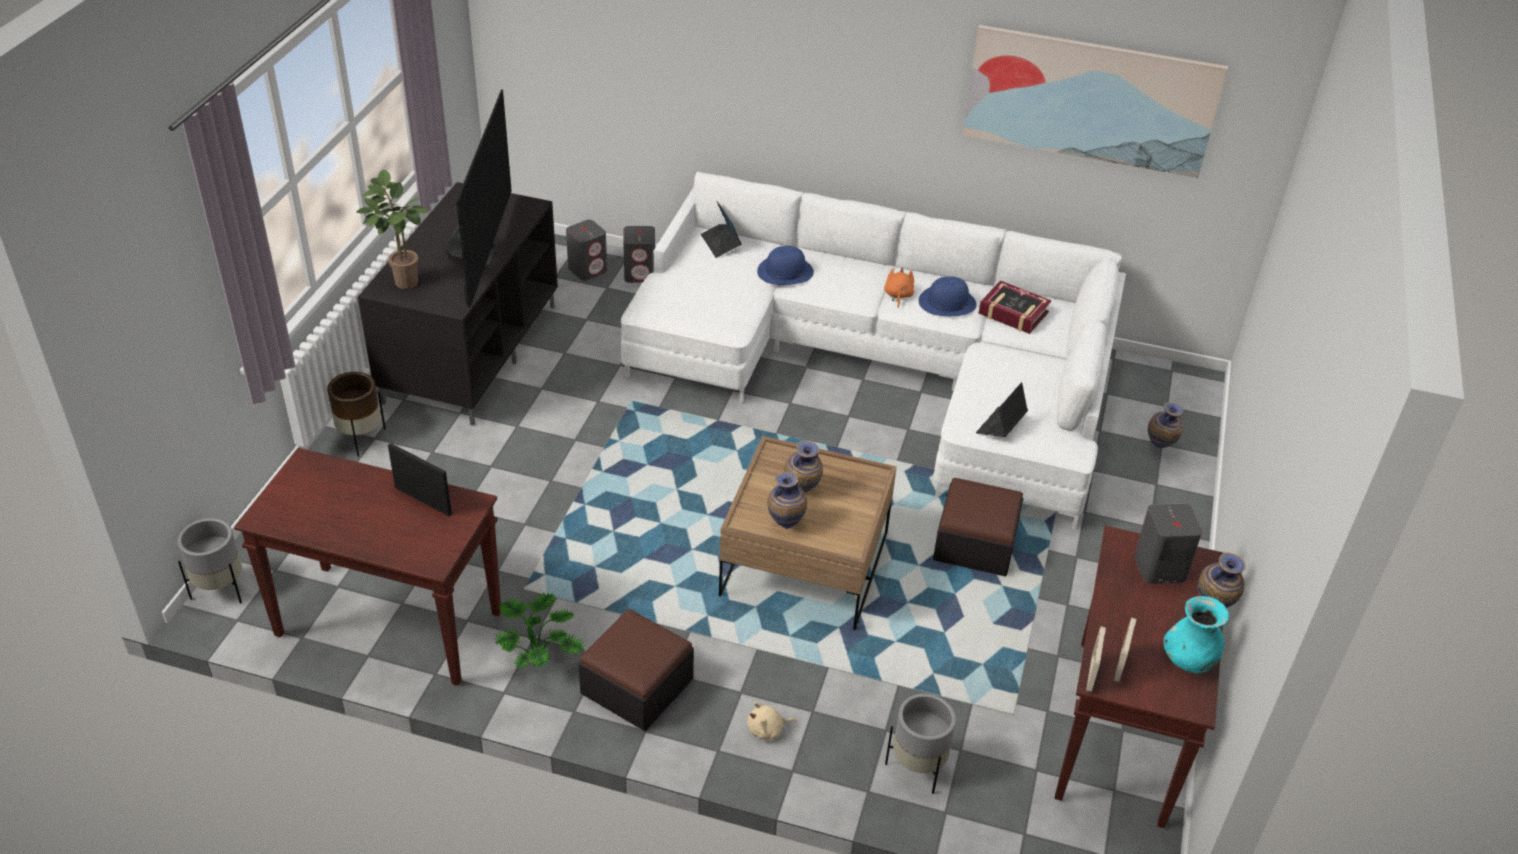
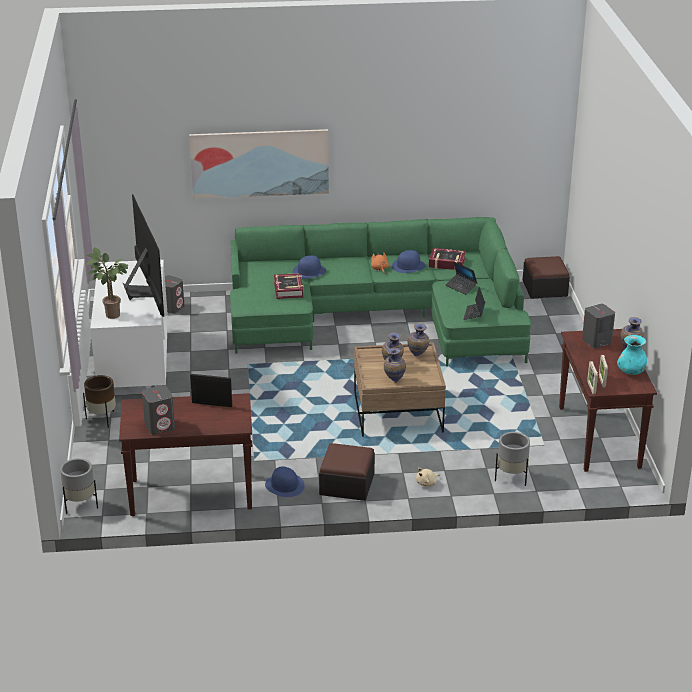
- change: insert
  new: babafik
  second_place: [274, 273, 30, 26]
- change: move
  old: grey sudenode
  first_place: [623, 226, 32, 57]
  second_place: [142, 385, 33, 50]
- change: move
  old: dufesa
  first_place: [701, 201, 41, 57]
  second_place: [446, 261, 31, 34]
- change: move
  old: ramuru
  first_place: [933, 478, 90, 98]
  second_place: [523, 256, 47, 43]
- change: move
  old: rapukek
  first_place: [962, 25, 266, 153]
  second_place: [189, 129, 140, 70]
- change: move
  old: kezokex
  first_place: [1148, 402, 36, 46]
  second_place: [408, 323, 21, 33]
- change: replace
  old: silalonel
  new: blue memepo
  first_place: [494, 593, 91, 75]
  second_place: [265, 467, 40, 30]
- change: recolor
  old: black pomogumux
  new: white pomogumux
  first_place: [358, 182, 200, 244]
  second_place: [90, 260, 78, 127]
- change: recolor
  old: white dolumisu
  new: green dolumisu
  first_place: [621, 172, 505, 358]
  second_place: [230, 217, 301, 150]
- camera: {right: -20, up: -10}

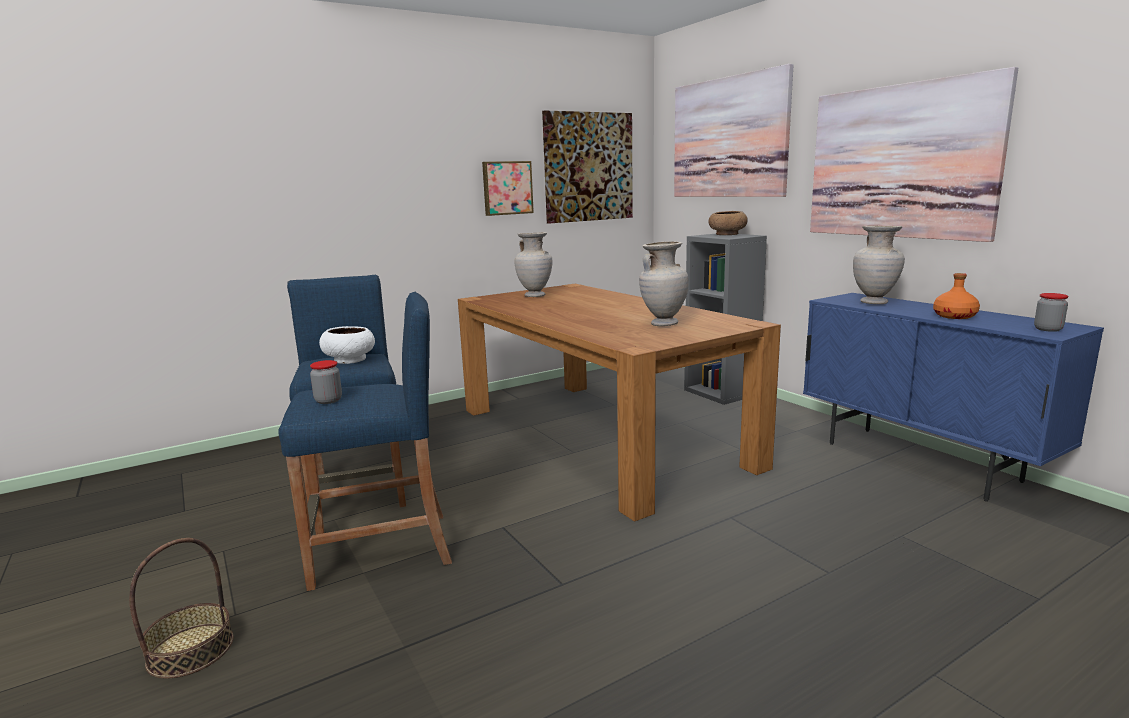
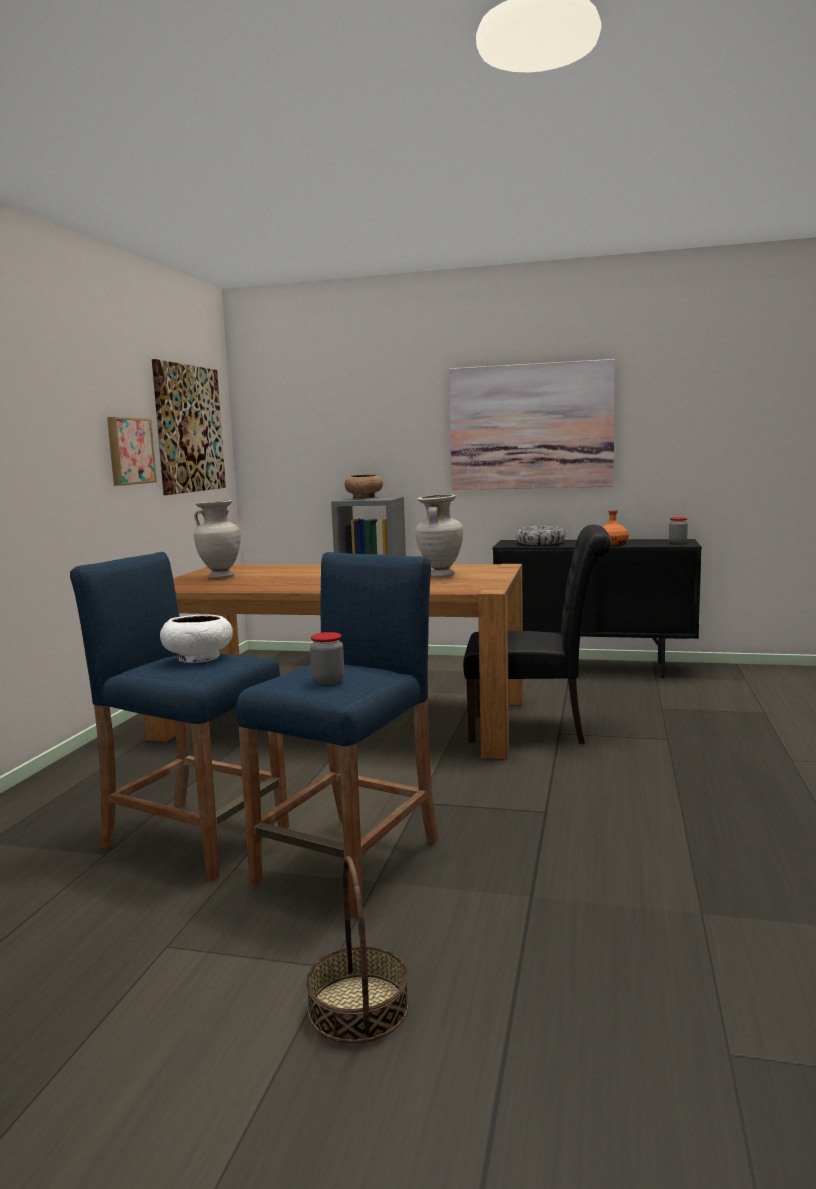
- change: delete
  old: rapukek
  first_place: [674, 64, 119, 133]
- change: insert
  new: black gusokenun
  second_place: [463, 525, 148, 219]
- change: replace
  old: beige kezokex
  new: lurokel
  first_place: [853, 226, 52, 78]
  second_place: [516, 526, 50, 19]
- change: recolor
  old: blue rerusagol
  new: black rerusagol
  first_place: [803, 293, 301, 209]
  second_place: [493, 539, 209, 139]
- camera: {right: -45, up: -5}

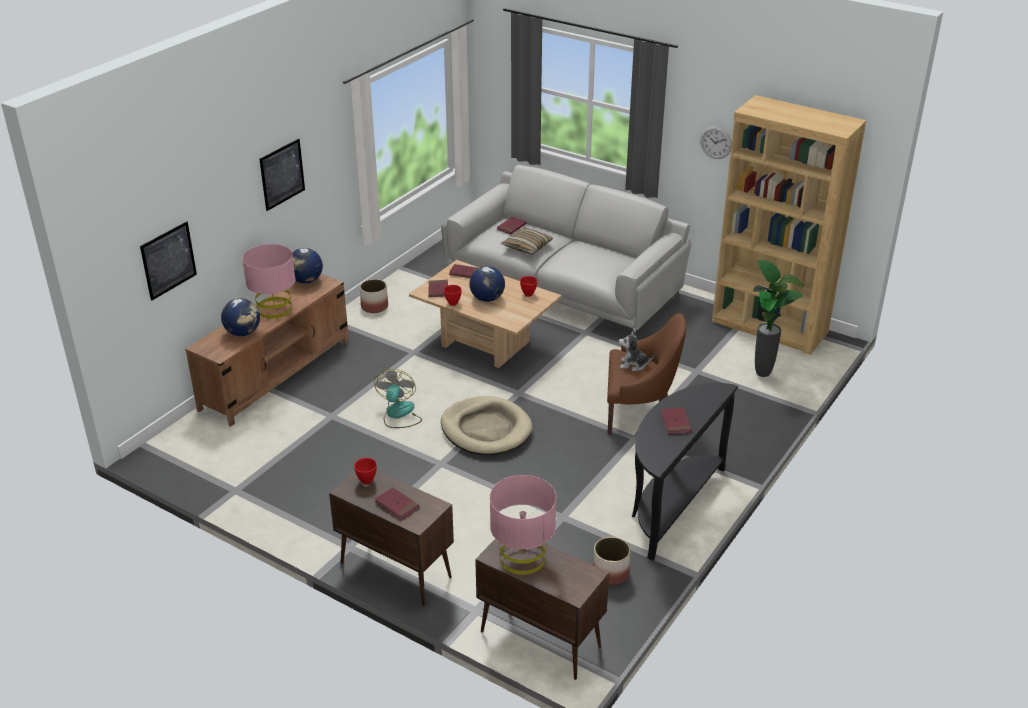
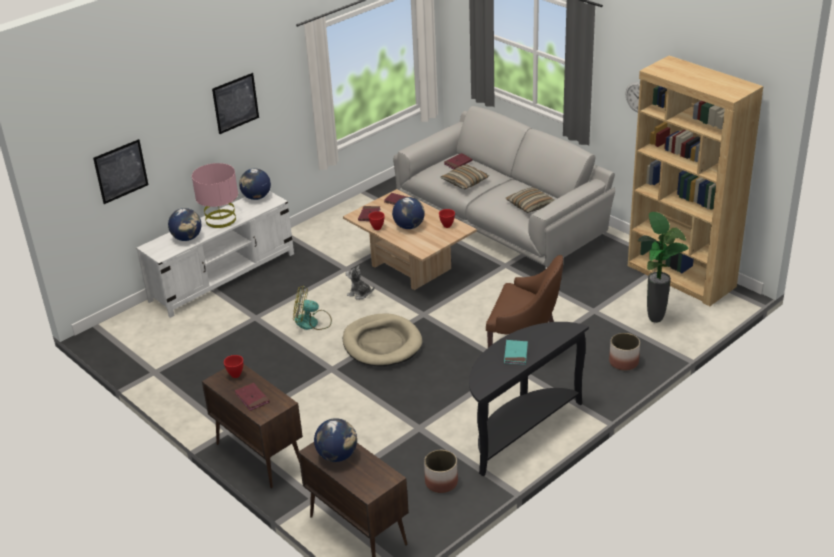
- change: insert
  new: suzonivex
  second_place: [506, 187, 48, 26]
- change: move
  old: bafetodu
  first_place: [360, 279, 28, 34]
  second_place: [609, 333, 31, 38]
- change: move
  old: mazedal
  first_place: [619, 331, 35, 40]
  second_place: [346, 265, 28, 34]
- change: replace
  old: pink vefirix
  new: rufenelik
  first_place: [490, 475, 66, 100]
  second_place: [314, 418, 43, 44]
- change: recolor
  old: brown pomogumux
  new: white pomogumux
  first_place: [185, 274, 164, 153]
  second_place: [136, 191, 158, 127]
- change: recolor
  old: red babafik
  new: turquoise babafik
  first_place: [661, 408, 31, 26]
  second_place: [504, 340, 24, 25]
- change: rotate
  old: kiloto
  first_place: [374, 369, 48, 59]
  second_place: [293, 286, 39, 44]
  degrees: -105
- camera: {right: 15, up: 0}

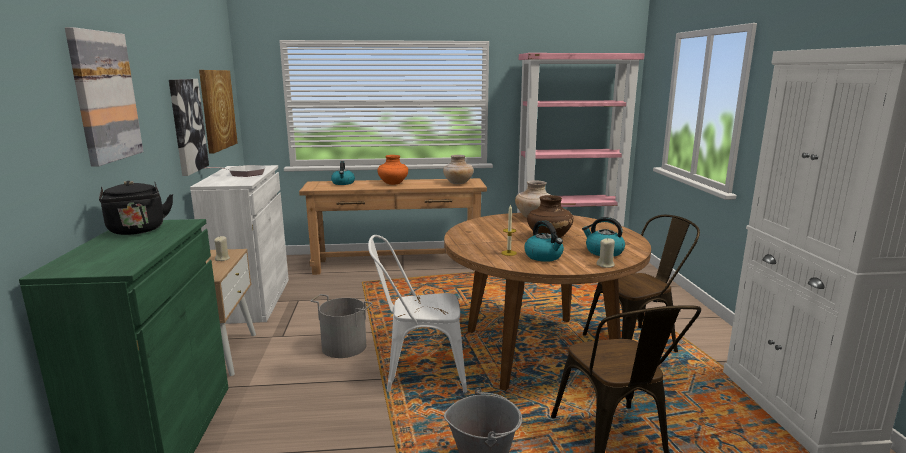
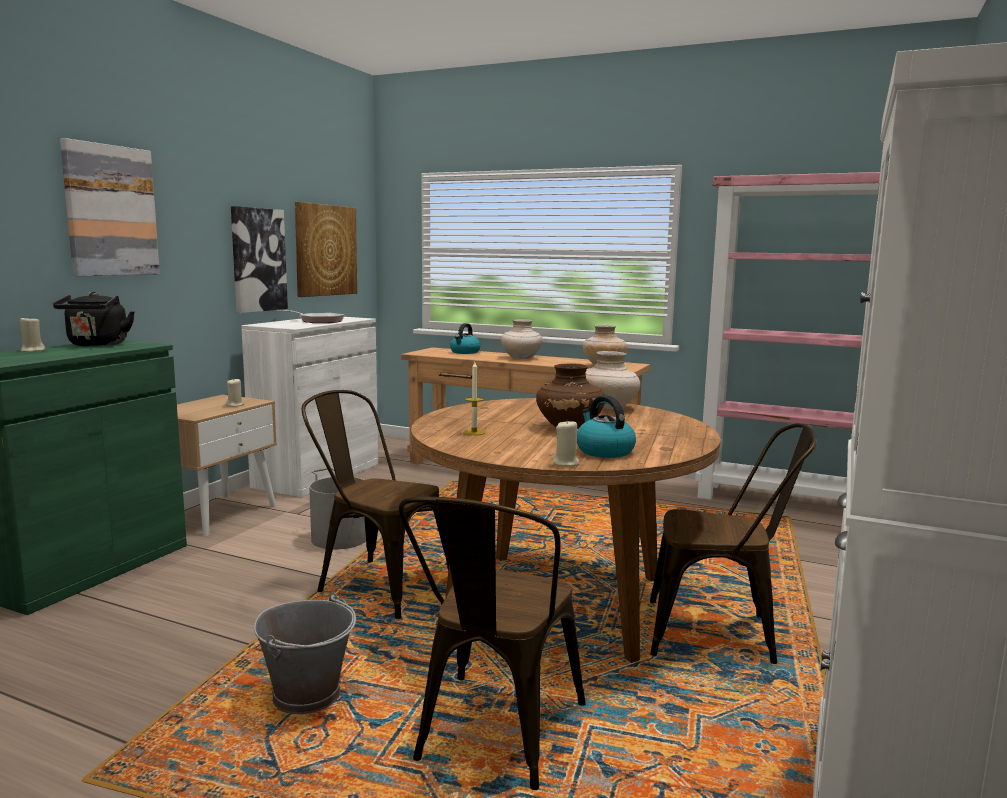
- change: delete
  old: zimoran
  first_place: [524, 220, 40, 42]
- change: insert
  new: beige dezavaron
  second_place: [20, 316, 25, 36]
- change: recolor
  old: white gusokenun
  new: brown gusokenun
  first_place: [368, 235, 99, 158]
  second_place: [301, 390, 148, 229]
- change: recolor
  old: orange kezokex
  new: beige kezokex
  first_place: [377, 155, 31, 30]
  second_place: [501, 319, 42, 40]
- camera: {right: 30, up: -5}

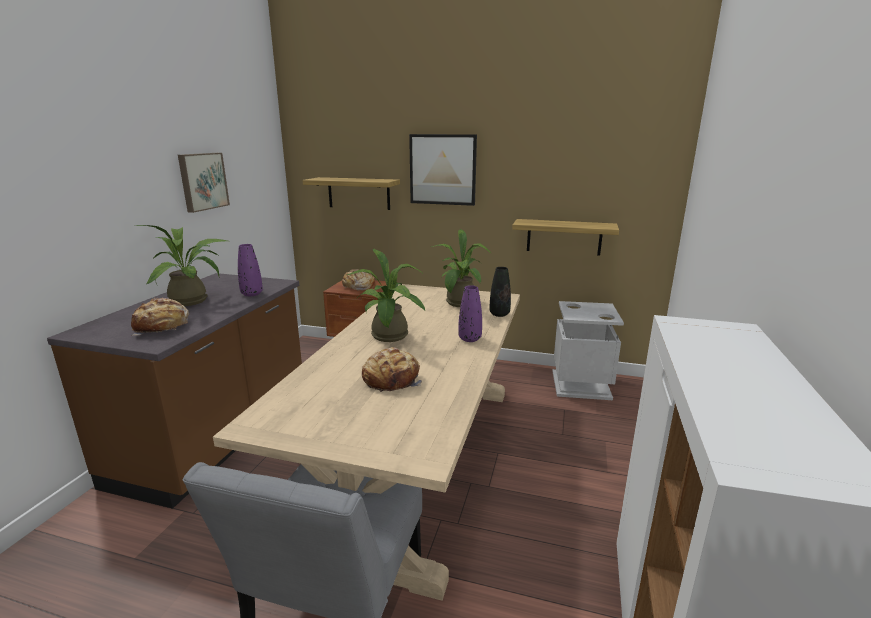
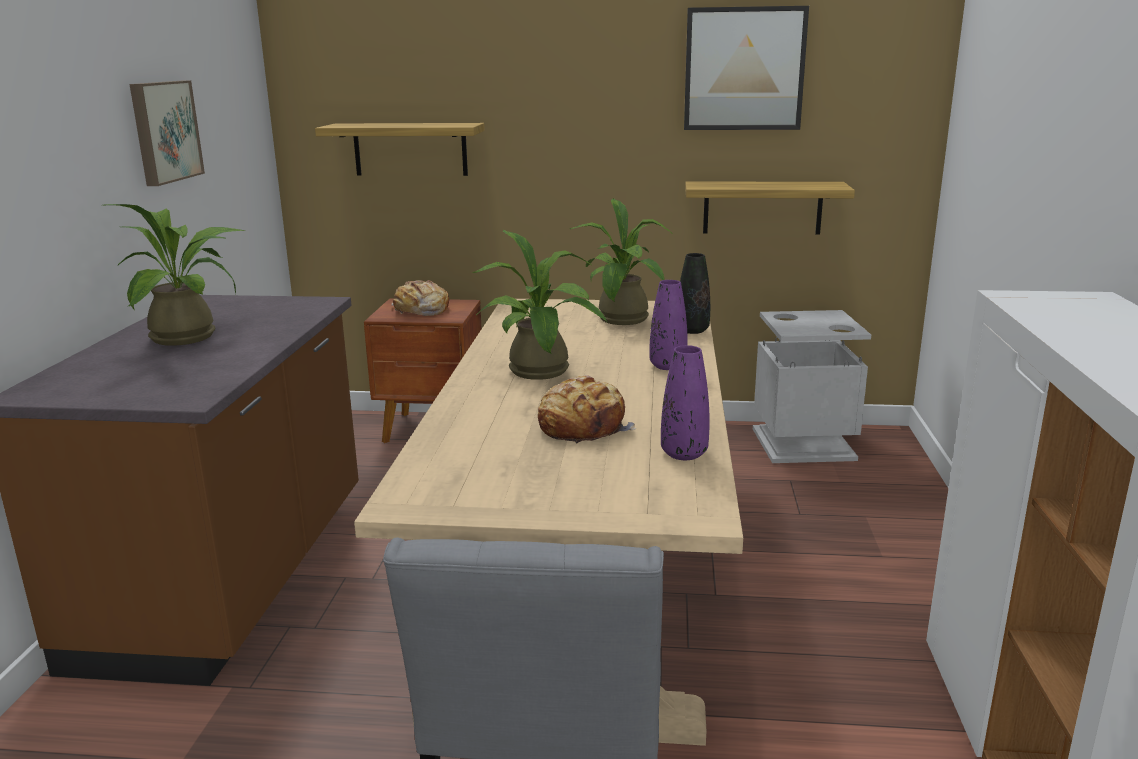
- change: delete
  old: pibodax
  first_place: [131, 298, 58, 37]
- change: move
  old: purple kezokex
  first_place: [238, 244, 25, 52]
  second_place: [661, 345, 49, 115]
- change: move
  old: rapukek
  first_place: [409, 134, 68, 72]
  second_place: [684, 6, 125, 124]
- camera: {right: -10, up: 0}

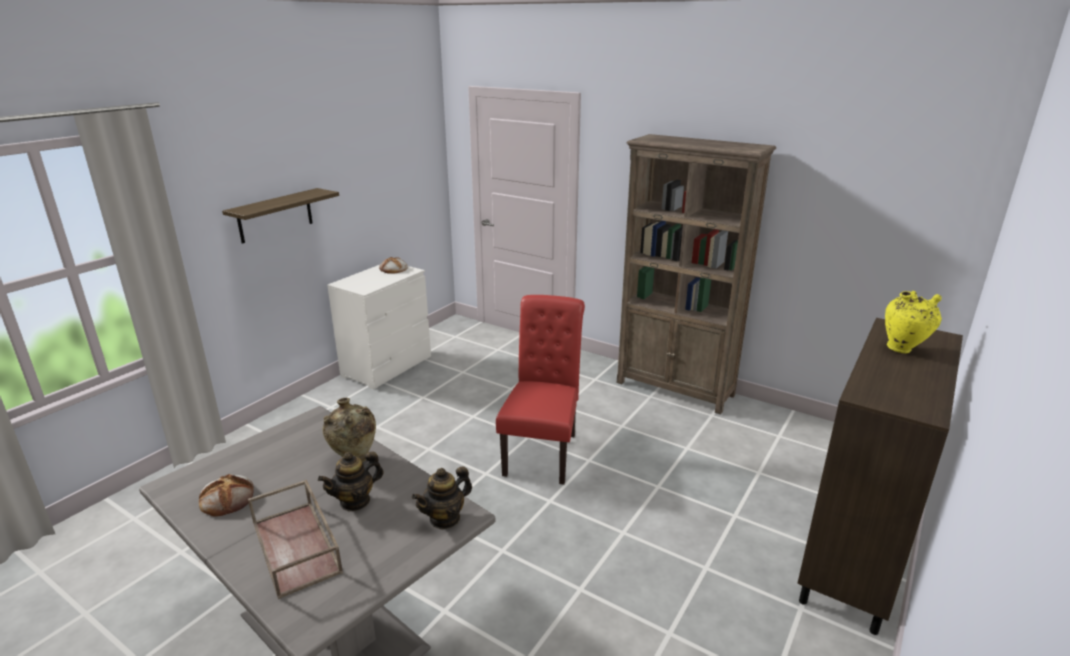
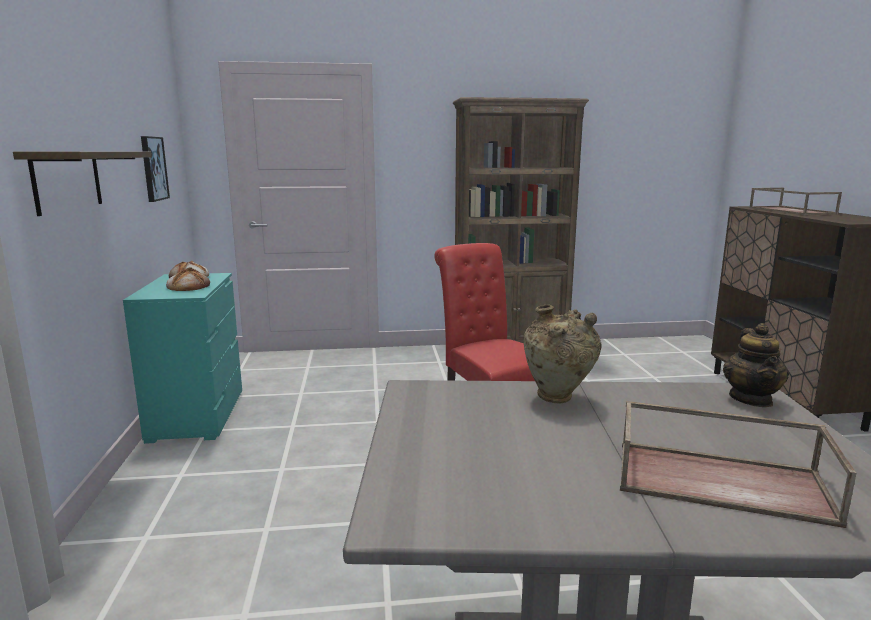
- change: delete
  old: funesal
  first_place: [318, 452, 66, 60]
- change: insert
  new: rapukek
  second_place: [141, 136, 29, 66]
- change: move
  old: pibodax
  first_place: [199, 474, 55, 42]
  second_place: [166, 267, 44, 24]
- change: replace
  old: yellow kezokex
  new: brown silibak
  first_place: [885, 291, 57, 62]
  second_place: [749, 188, 93, 27]
- change: recolor
  old: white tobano
  new: turquoise tobano
  first_place: [327, 265, 104, 125]
  second_place: [123, 273, 119, 171]
- camera: {right: -40, up: -10}

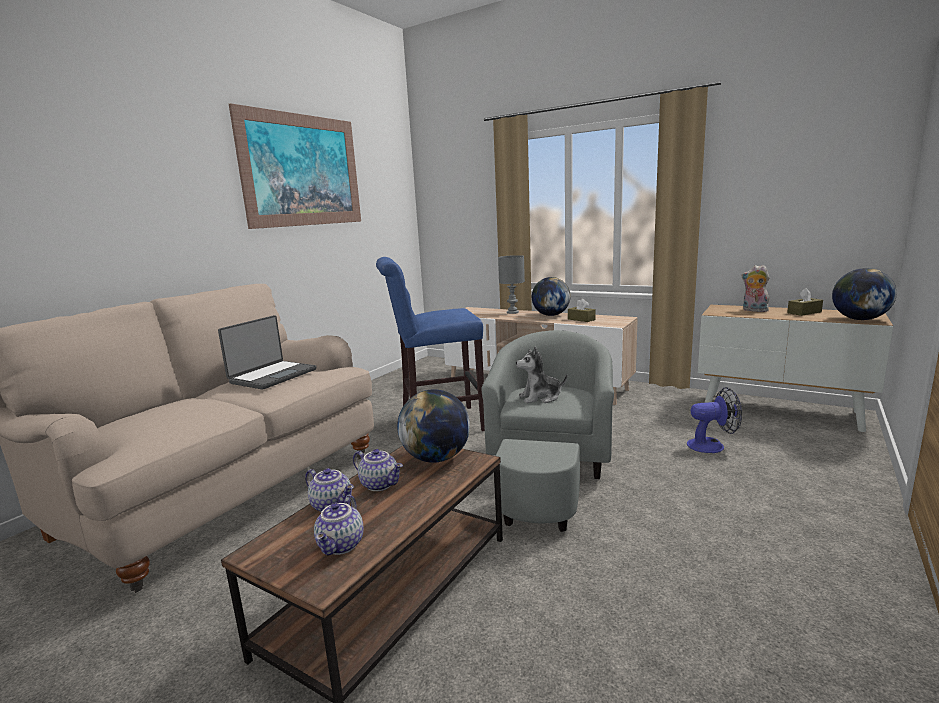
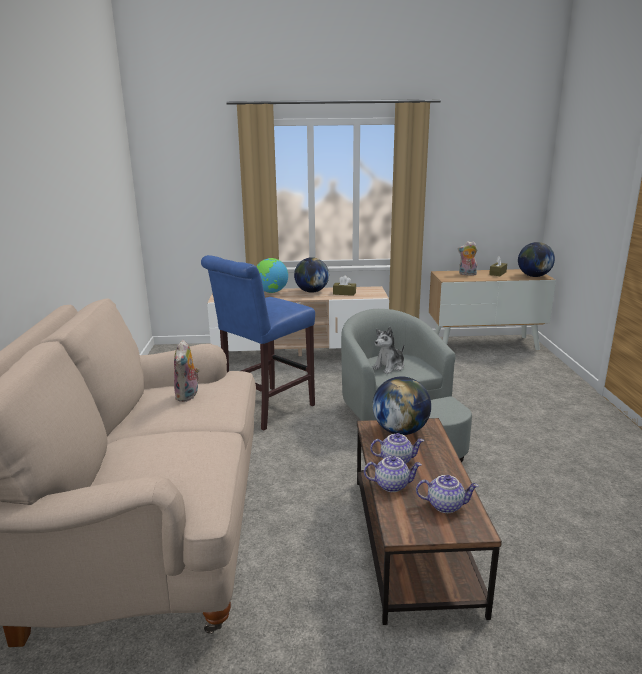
- change: delete
  old: rapukek
  first_place: [229, 103, 132, 126]
- change: delete
  old: kiloto
  first_place: [687, 387, 55, 66]
- change: replace
  old: dufesa
  new: mazedal
  first_place: [218, 315, 99, 75]
  second_place: [174, 340, 26, 62]
- change: replace
  old: grey vefirix
  new: rufenelik
  first_place: [498, 255, 27, 59]
  second_place: [256, 258, 32, 35]
- change: rotate
  old: funesal
  first_place: [314, 495, 49, 61]
  second_place: [416, 475, 63, 38]
  degrees: -60
- camera: {right: -35, up: 5}

